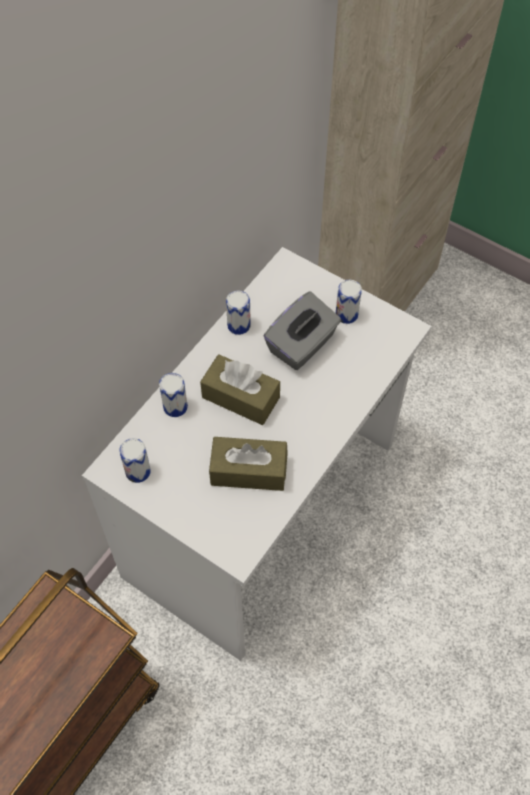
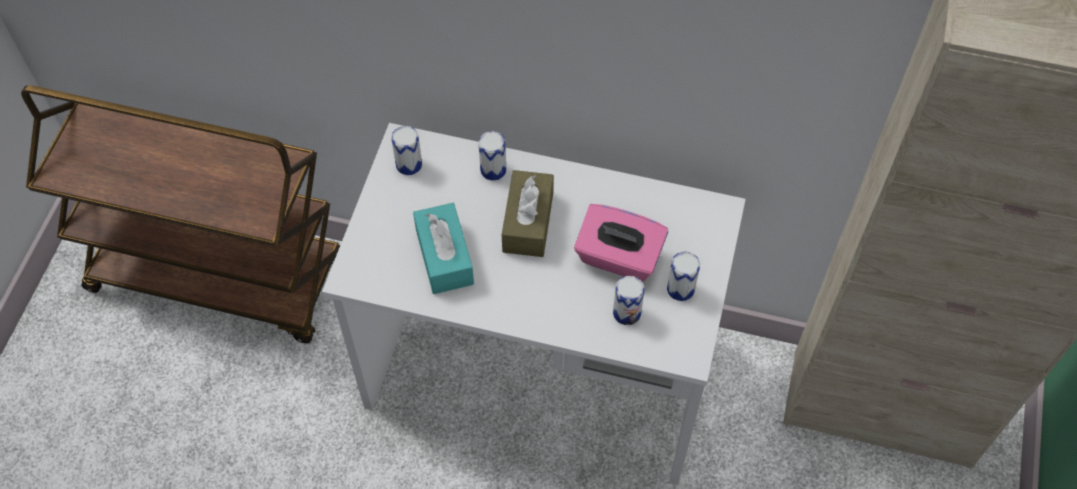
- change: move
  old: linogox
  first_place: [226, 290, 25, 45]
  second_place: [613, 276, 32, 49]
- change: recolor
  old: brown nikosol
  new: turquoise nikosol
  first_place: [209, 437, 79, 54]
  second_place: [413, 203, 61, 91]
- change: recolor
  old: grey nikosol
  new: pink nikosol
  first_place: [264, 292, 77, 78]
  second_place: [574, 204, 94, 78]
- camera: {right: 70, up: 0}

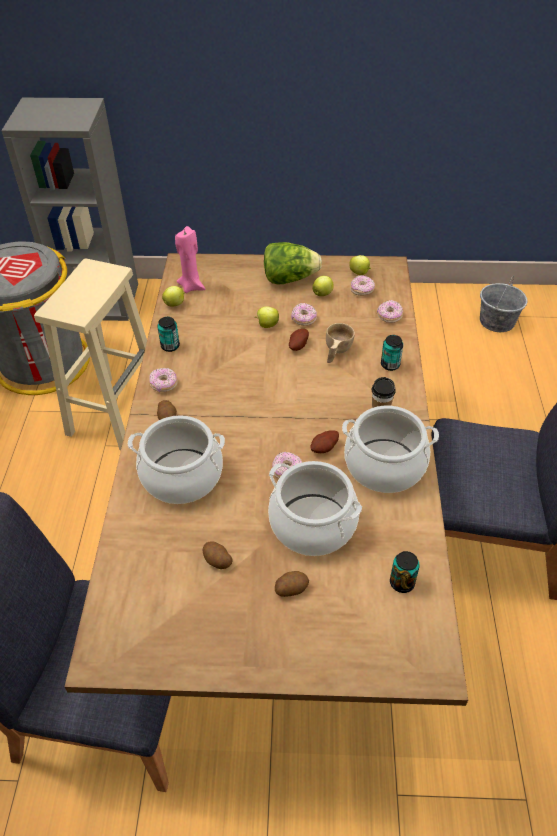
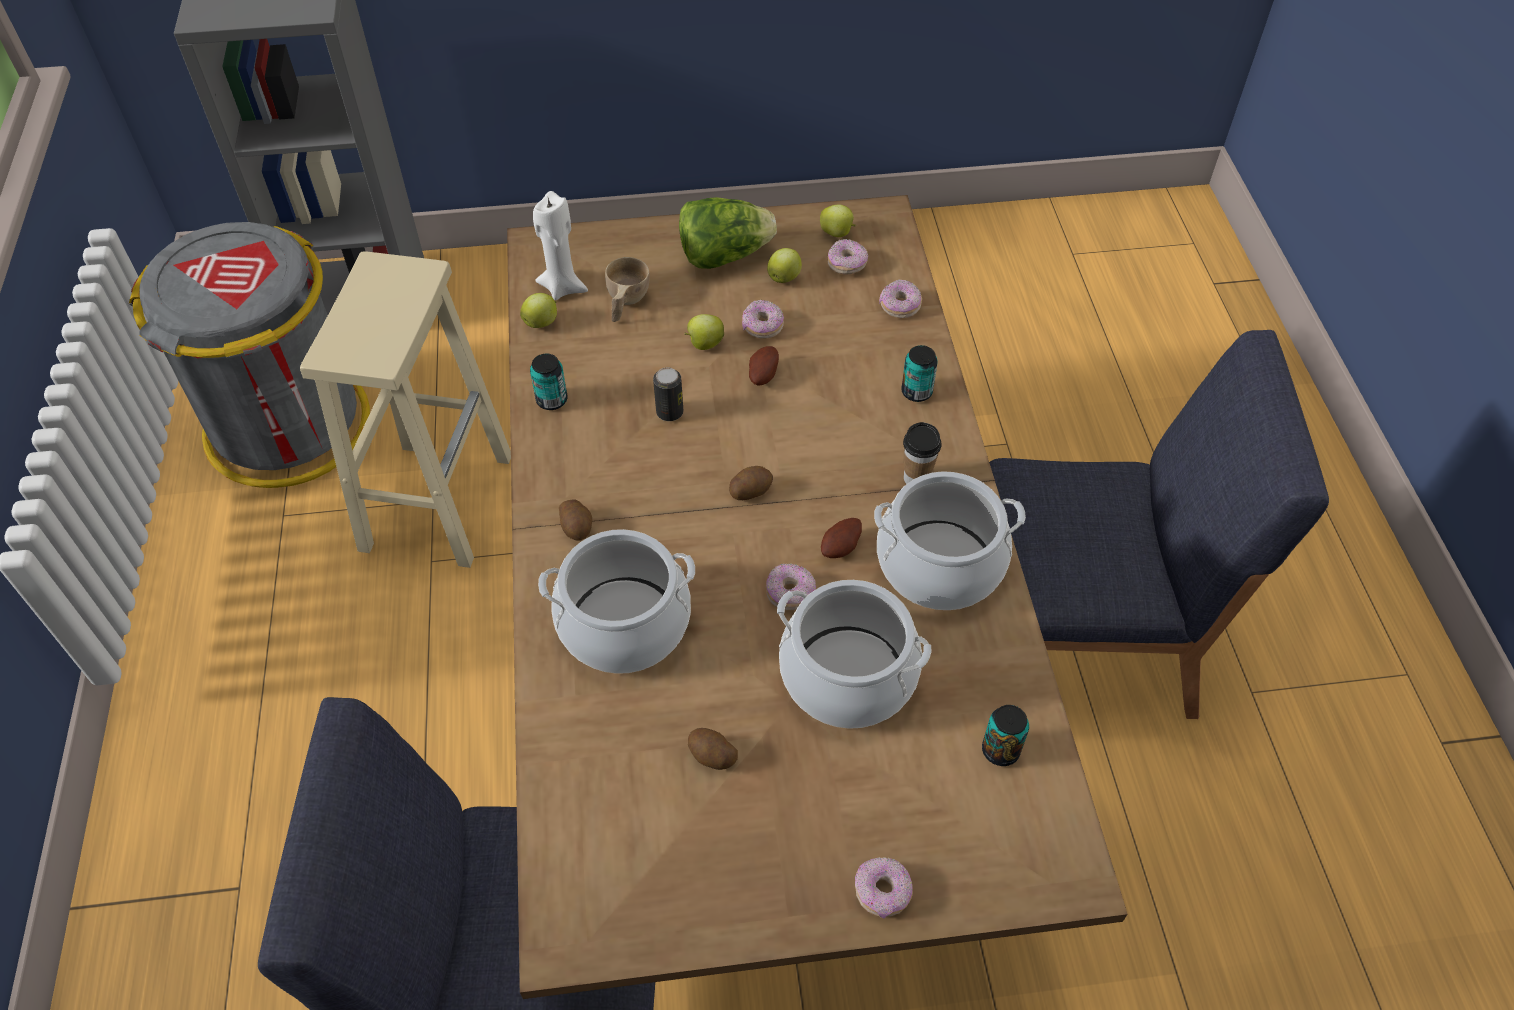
- change: delete
  old: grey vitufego
  first_place: [480, 276, 48, 56]
- change: insert
  new: linogox
  second_place: [653, 367, 30, 54]
- change: move
  old: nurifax
  first_place: [149, 368, 29, 24]
  second_place: [855, 857, 58, 62]
- change: move
  old: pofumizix
  first_place: [275, 571, 34, 26]
  second_place: [729, 466, 44, 34]
- change: move
  old: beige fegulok
  first_place: [326, 323, 29, 40]
  second_place: [605, 257, 45, 65]
- change: recolor
  old: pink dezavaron
  new: white dezavaron
  first_place: [175, 226, 30, 67]
  second_place: [533, 191, 55, 109]
- camera: {right: -10, up: 5}

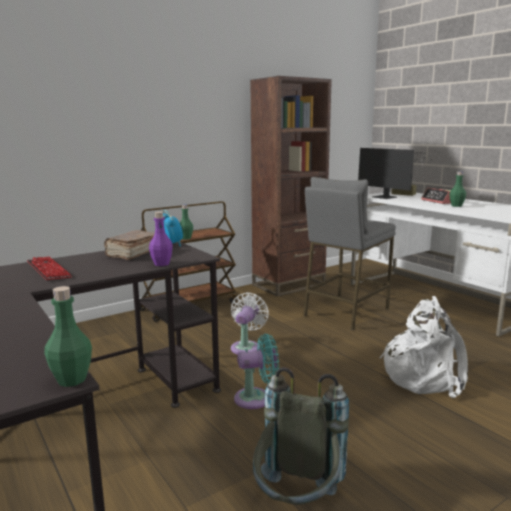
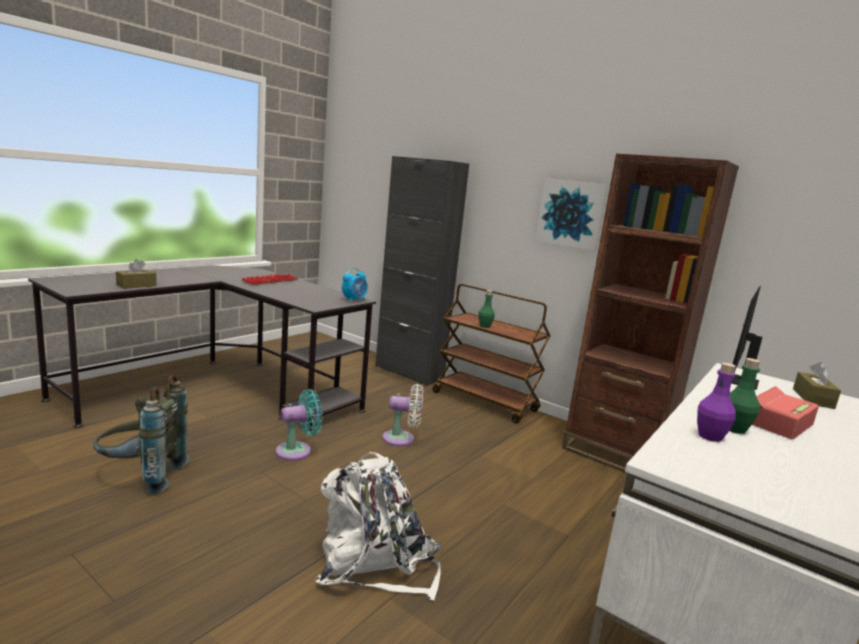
- change: delete
  old: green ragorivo
  first_place: [44, 286, 48, 101]
- change: delete
  old: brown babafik
  first_place: [104, 230, 51, 30]
- change: delete
  old: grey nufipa
  first_place: [303, 177, 93, 153]
- change: insert
  new: brown nikosol
  second_place: [116, 259, 41, 30]
- change: insert
  new: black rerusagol
  second_place: [375, 156, 94, 230]
- change: insert
  new: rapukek
  second_place: [535, 178, 73, 73]
- change: move
  old: purple ragorivo
  first_place: [149, 212, 24, 54]
  second_place: [697, 362, 39, 80]
- change: rotate
  old: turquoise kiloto
  first_place: [234, 334, 45, 75]
  second_place: [276, 389, 47, 72]
  degrees: -90
- camera: {right: 70, up: 0}

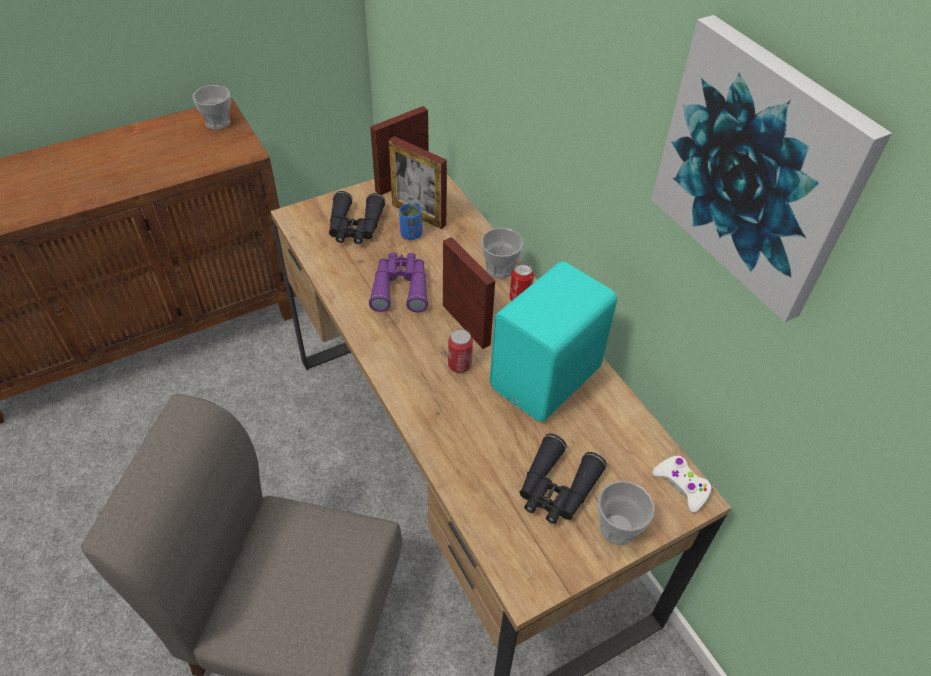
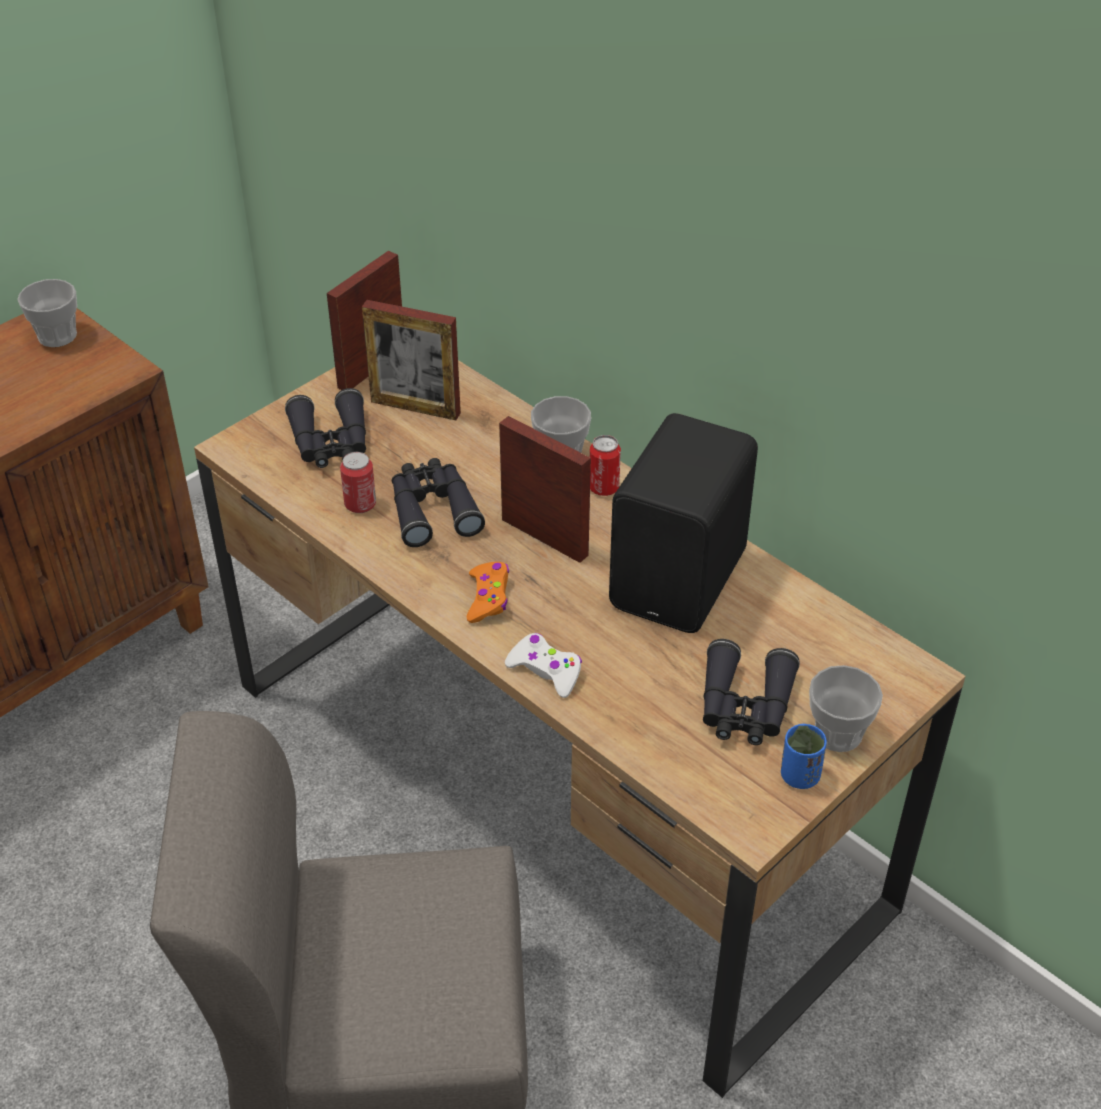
- change: delete
  old: rapukek
  first_place: [651, 15, 241, 308]
- change: insert
  new: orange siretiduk
  second_place: [467, 562, 42, 61]
- change: move
  old: blue fegulok
  first_place: [399, 203, 23, 37]
  second_place: [781, 724, 46, 65]
- change: move
  old: linogox
  first_place: [448, 329, 25, 44]
  second_place: [340, 452, 36, 61]
- change: move
  old: white siretiduk
  first_place: [652, 455, 61, 58]
  second_place: [505, 633, 77, 65]
- change: recolor
  old: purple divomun
  new: black divomun
  first_place: [369, 252, 59, 60]
  second_place: [392, 458, 93, 89]
- change: recolor
  old: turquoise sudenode
  new: black sudenode
  first_place: [490, 261, 127, 161]
  second_place: [609, 413, 149, 220]
- camera: {right: -15, up: -5}

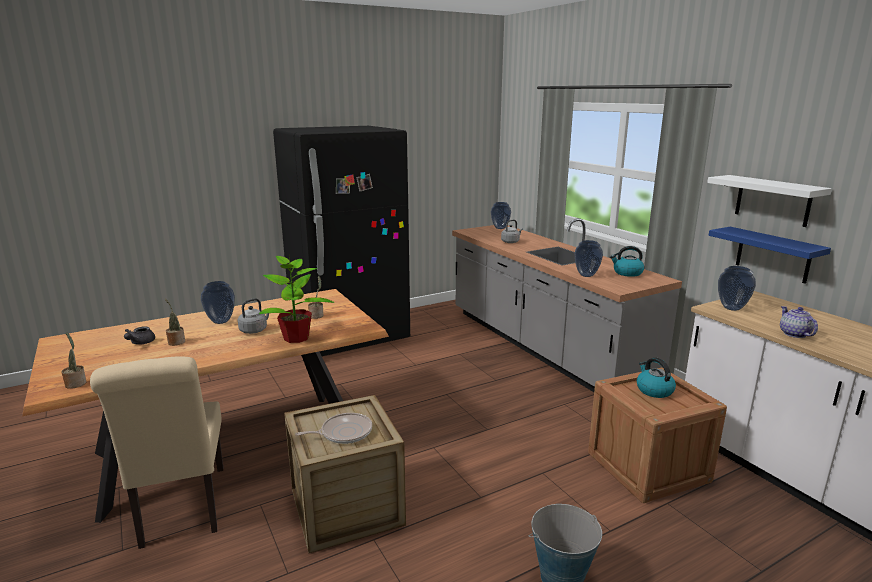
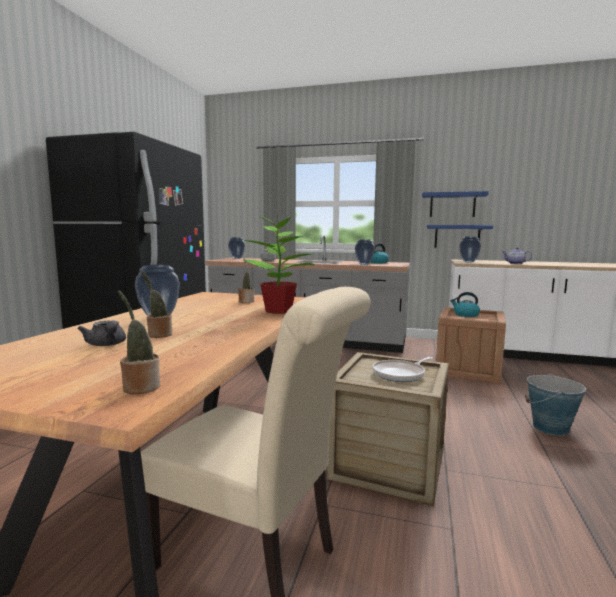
- change: delete
  old: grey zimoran
  first_place: [238, 298, 31, 36]
- change: recolor
  old: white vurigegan
  new: blue vurigegan
  first_place: [707, 175, 125, 52]
  second_place: [422, 191, 67, 26]
- change: rotate
  old: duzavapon
  first_place: [295, 413, 77, 31]
  second_place: [372, 357, 61, 25]
  degrees: -150
- camera: {right: -45, up: -10}

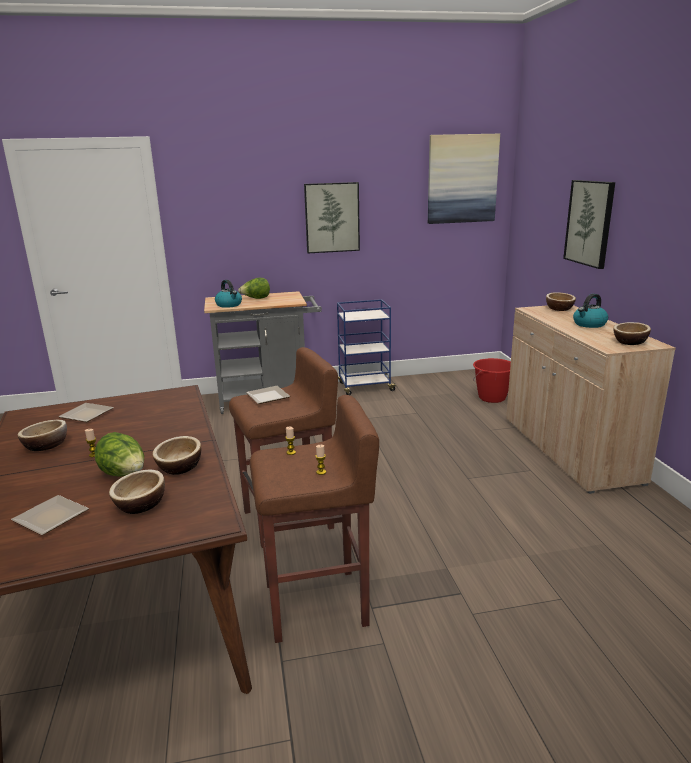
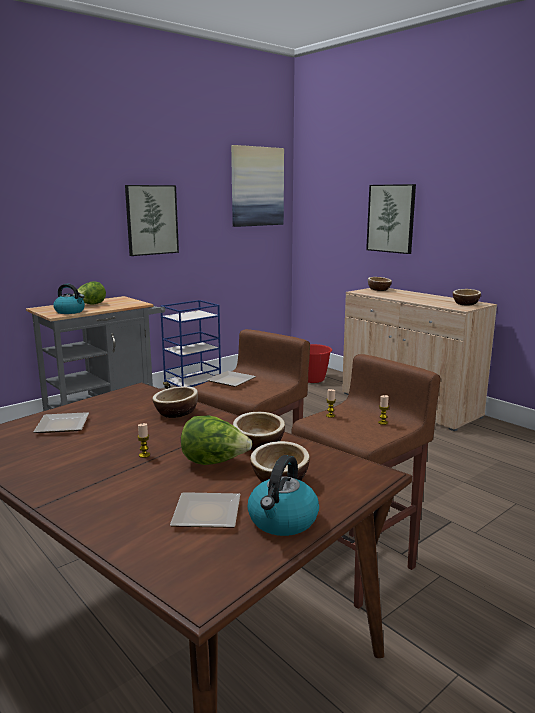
- change: move
  old: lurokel
  first_place: [17, 420, 50, 31]
  second_place: [152, 386, 46, 32]
- change: move
  old: zimoran
  first_place: [573, 294, 35, 34]
  second_place: [248, 455, 71, 81]
- camera: {right: -30, up: -5}

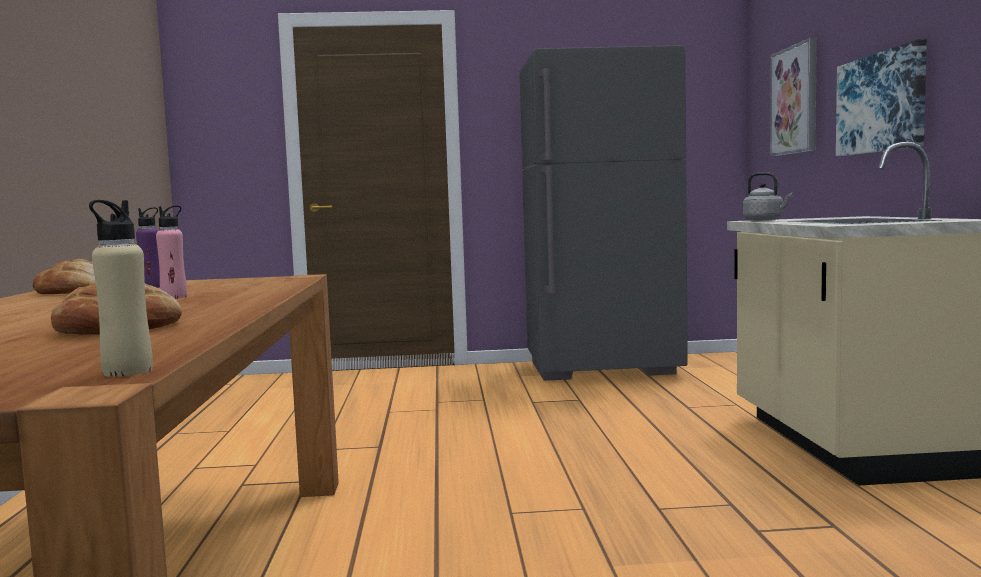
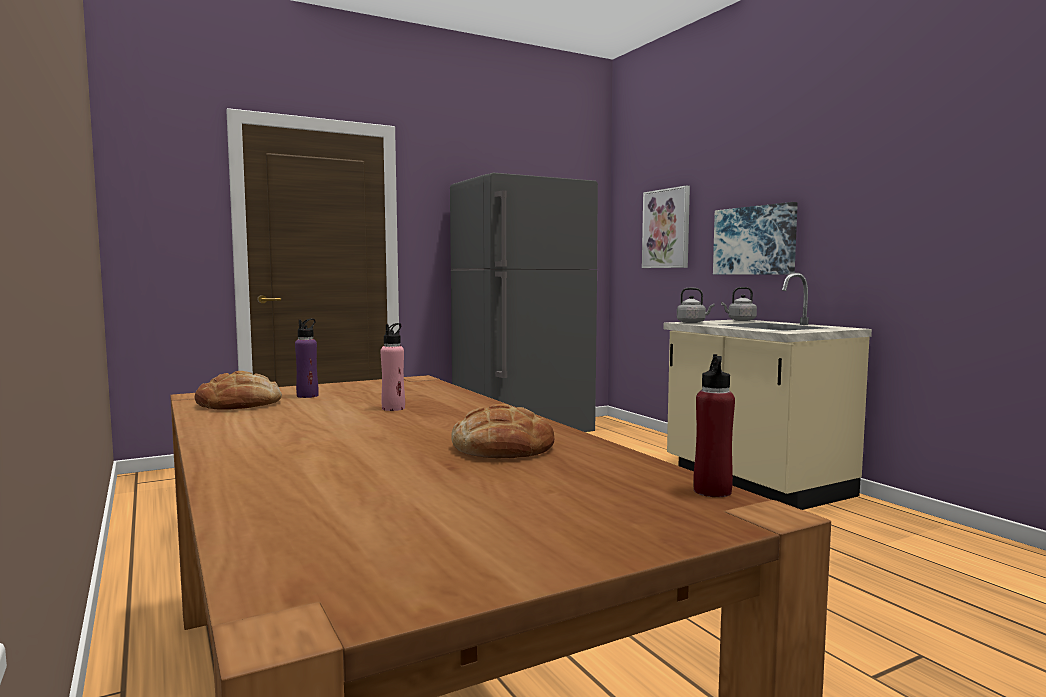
- change: insert
  new: grey zimoran
  second_place: [721, 287, 36, 34]
- change: recolor
  old: beige ragorivo
  new: red ragorivo
  first_place: [89, 200, 64, 177]
  second_place: [693, 354, 42, 143]
- camera: {right: -25, up: 0}

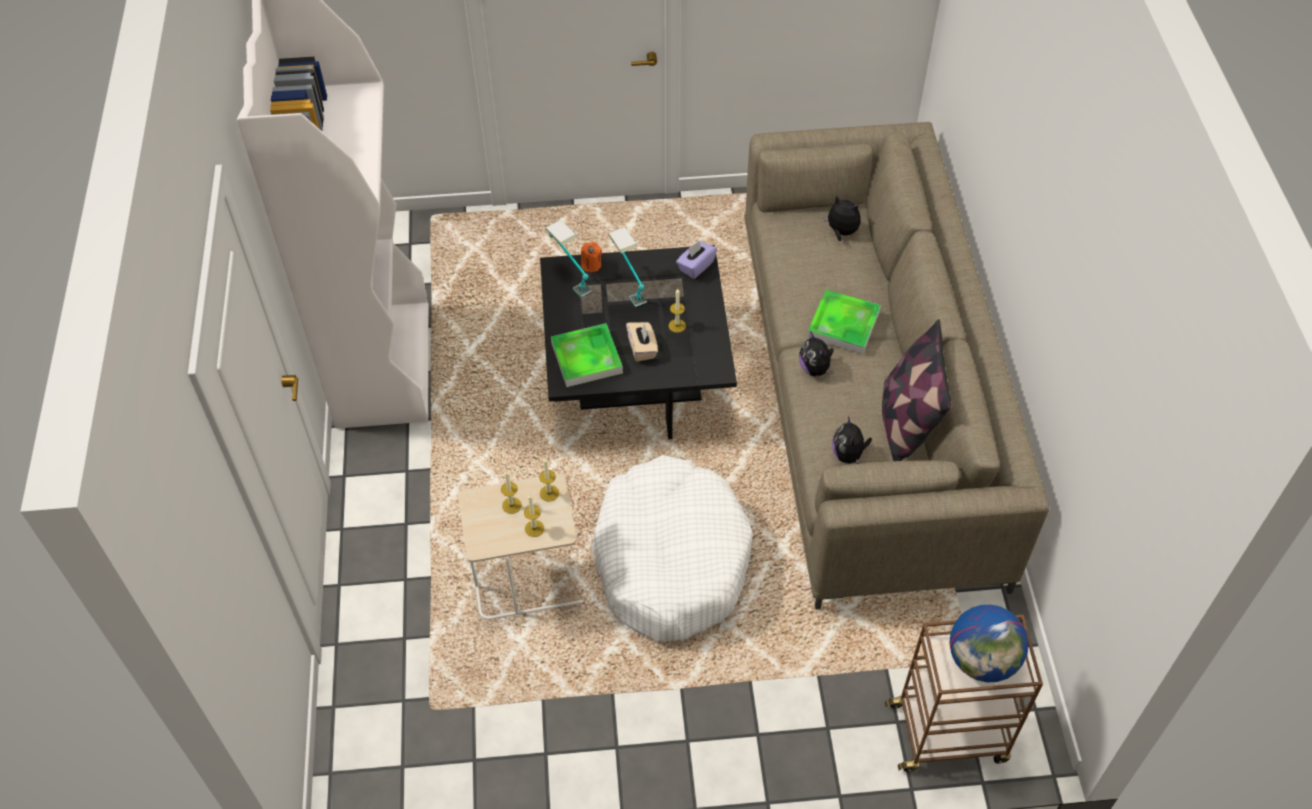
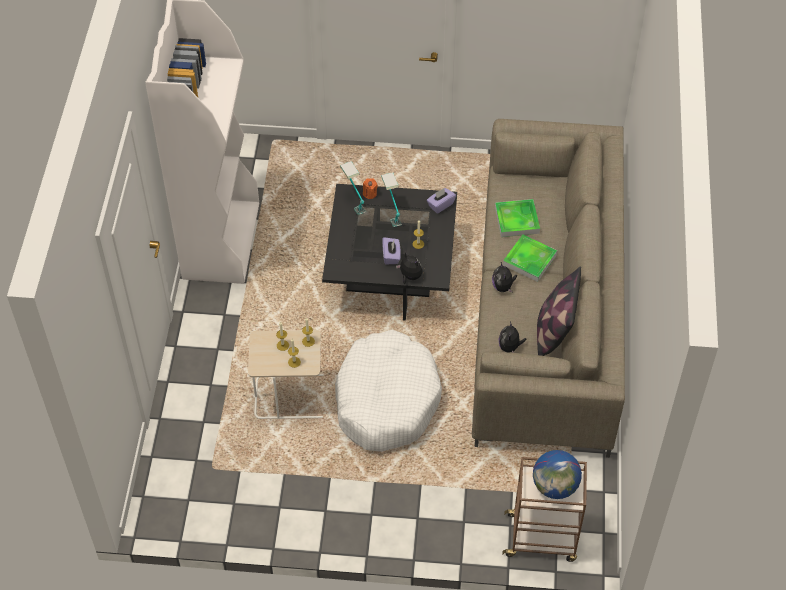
- change: move
  old: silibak
  first_place: [551, 323, 72, 64]
  second_place: [495, 199, 45, 38]
- change: move
  old: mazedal
  first_place: [822, 195, 39, 46]
  second_place: [396, 252, 27, 32]
- change: recolor
  old: beige nikosol
  new: purple nikosol
  first_place: [626, 322, 32, 40]
  second_place: [382, 237, 19, 27]
- camera: {right: 10, up: 0}

